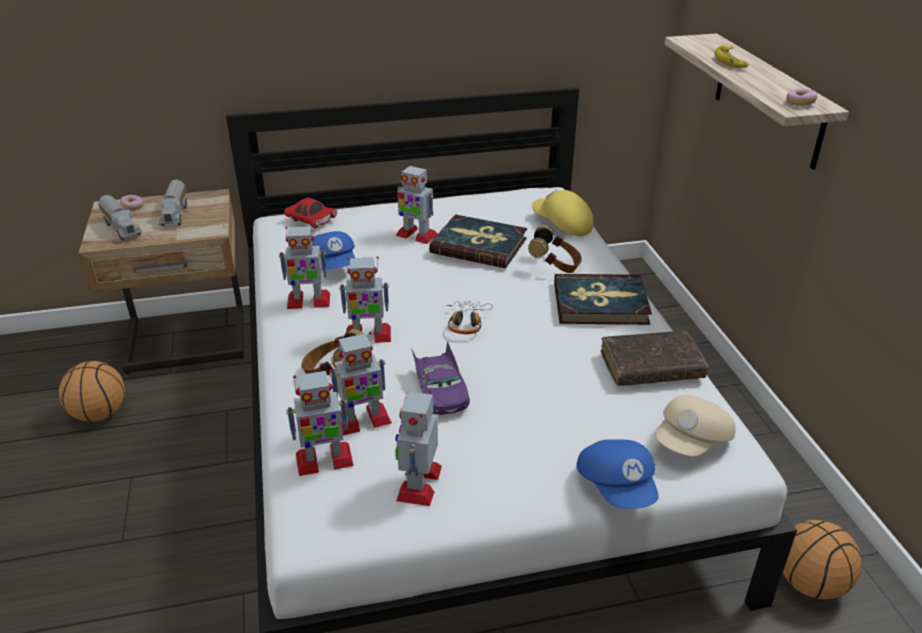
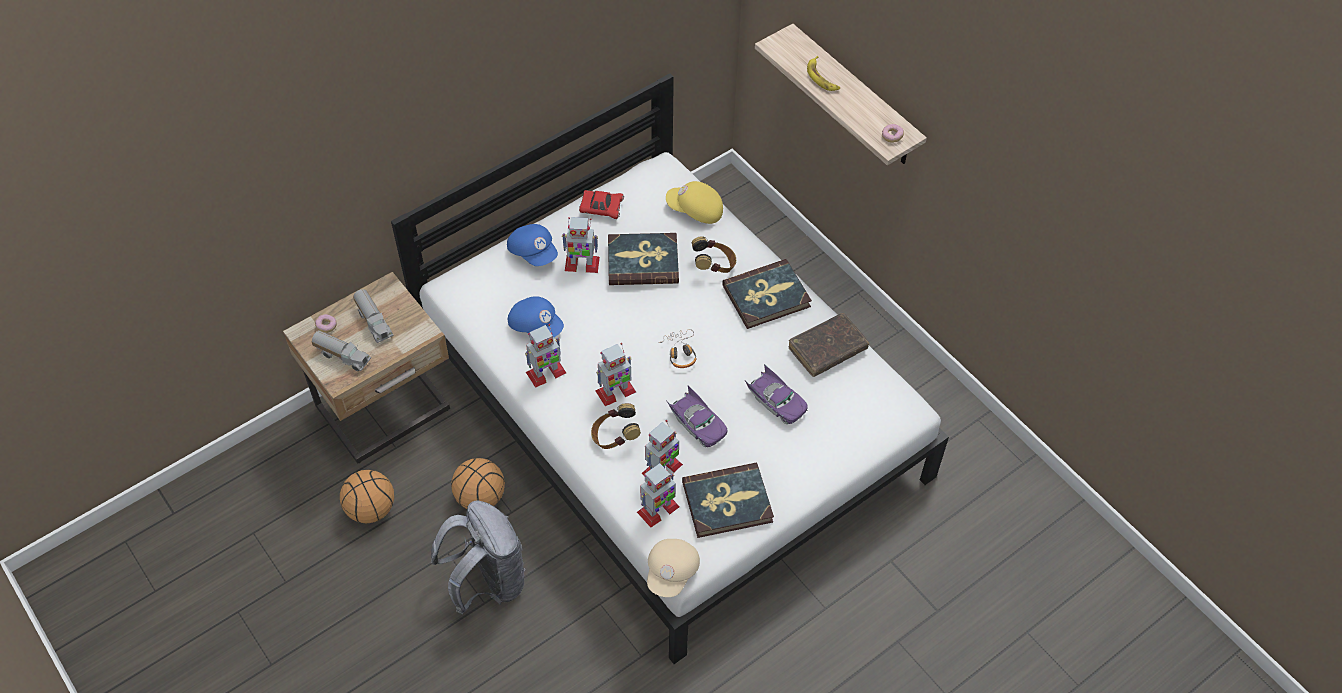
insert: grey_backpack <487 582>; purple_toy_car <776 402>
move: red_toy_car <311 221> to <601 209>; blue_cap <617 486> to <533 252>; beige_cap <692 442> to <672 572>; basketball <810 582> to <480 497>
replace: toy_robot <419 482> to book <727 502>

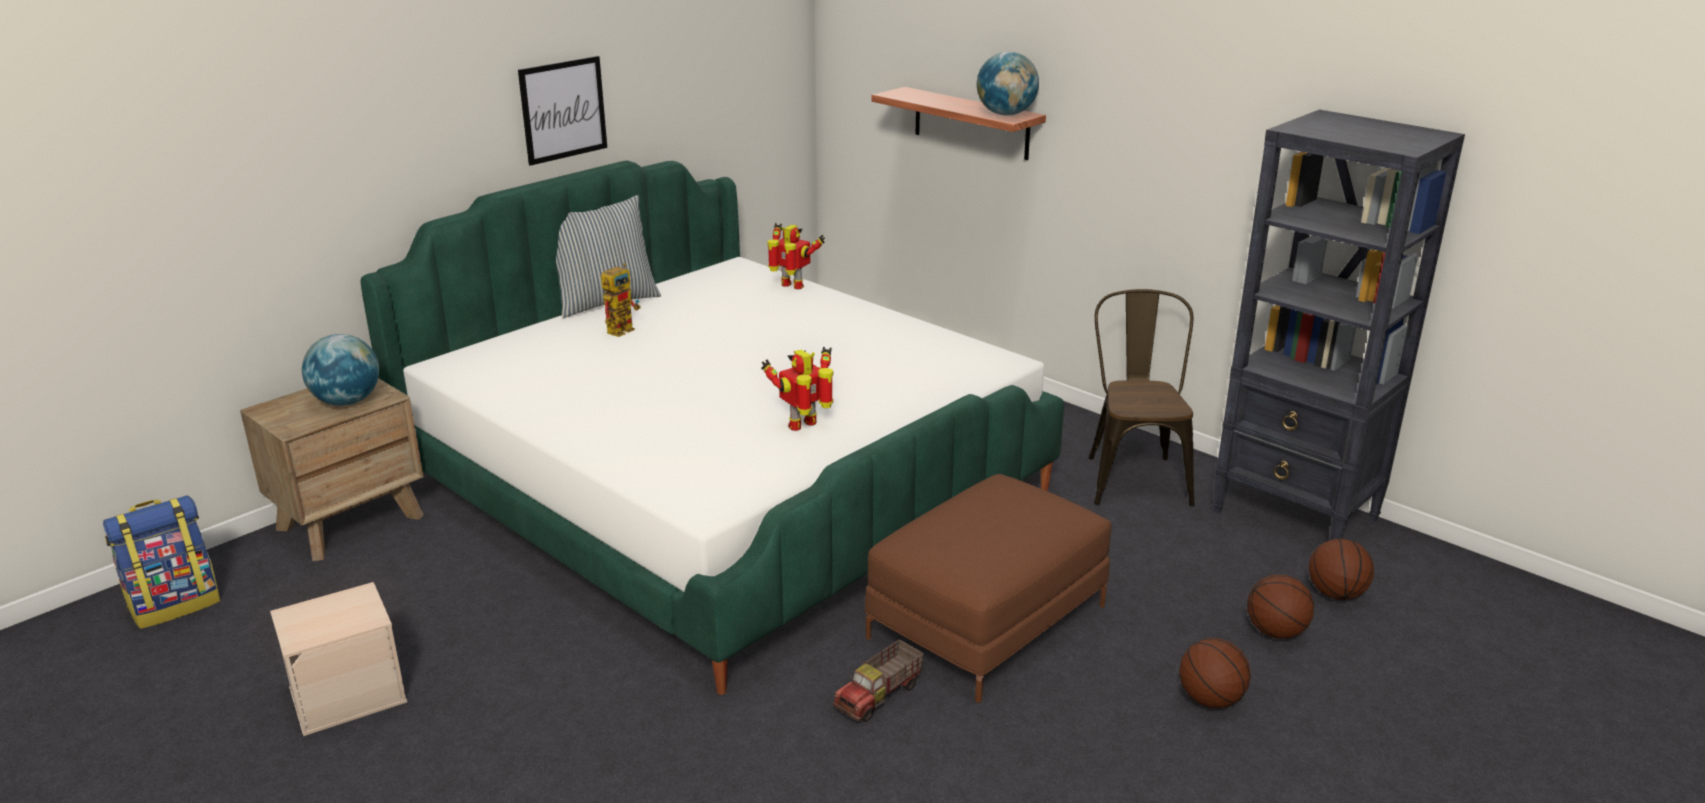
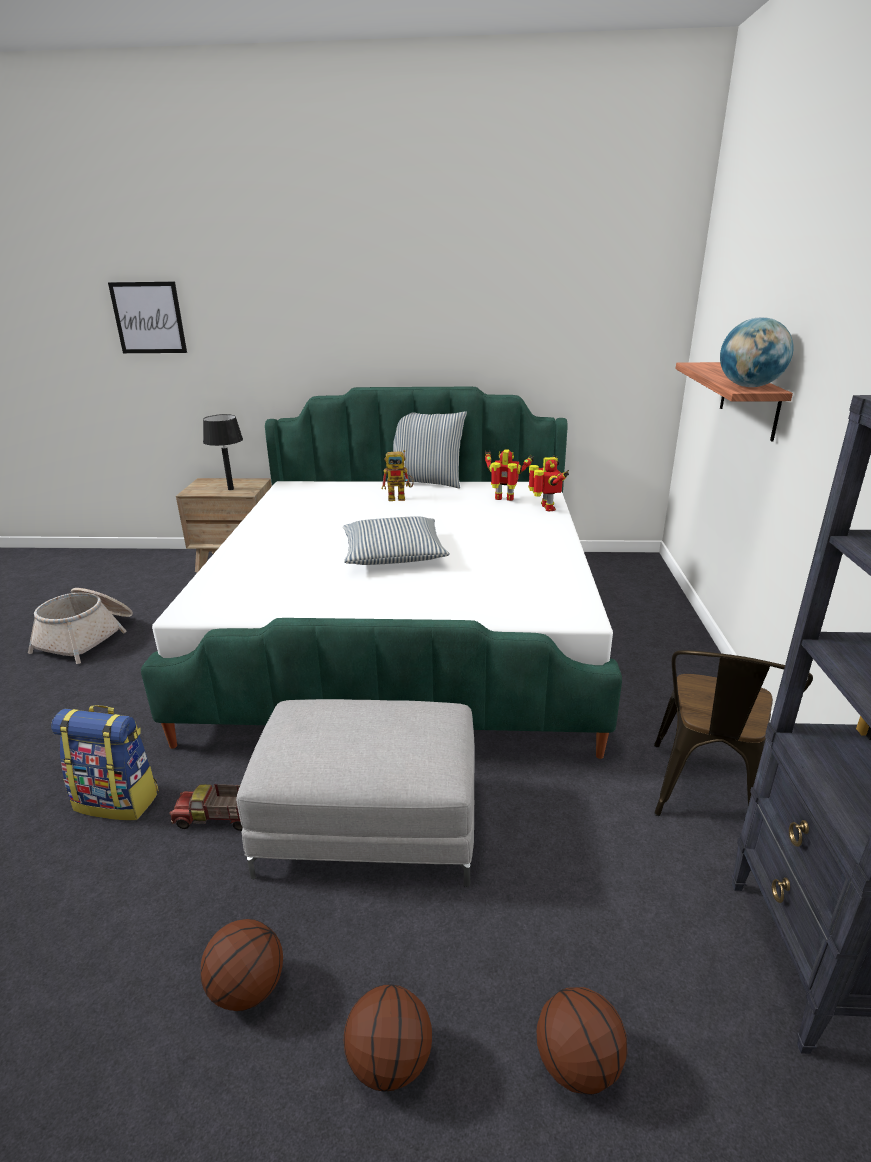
insert: pillow <393 554>
move: backpack <176 605> to <119 800>; picture <563 110> to <148 318>; toy_robot <804 425> to <504 499>; basketball <1336 594> to <247 988>
replace: beige_storage_box <349 694> to basket <88 637>; globe <347 402> to black_table_lamp <231 489>
recolor: brown_ottoman <986 621> to grey_ottoman <370 823>
rotate: brown_chair <1134 475> = <704 796> 150 degrees clockwise

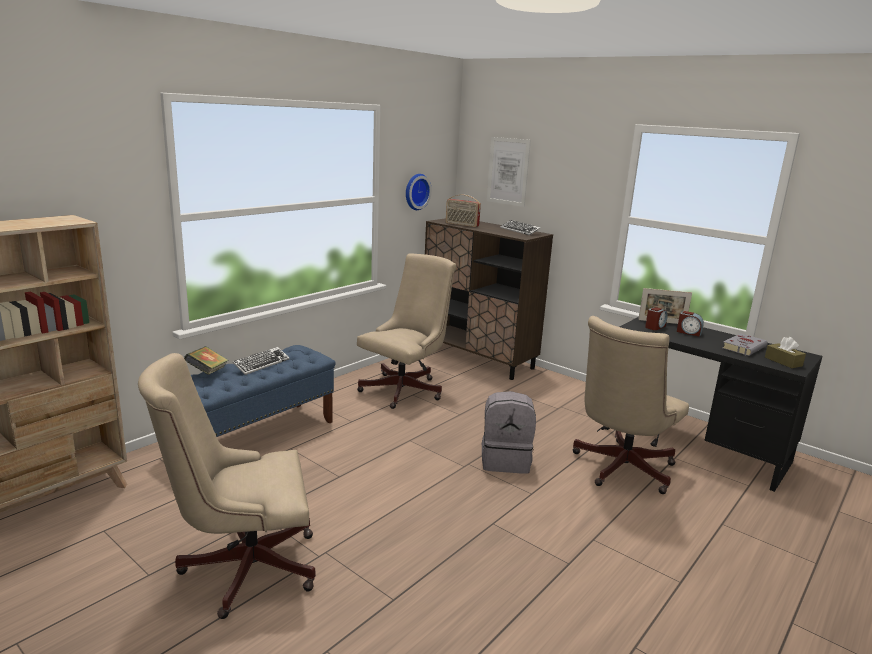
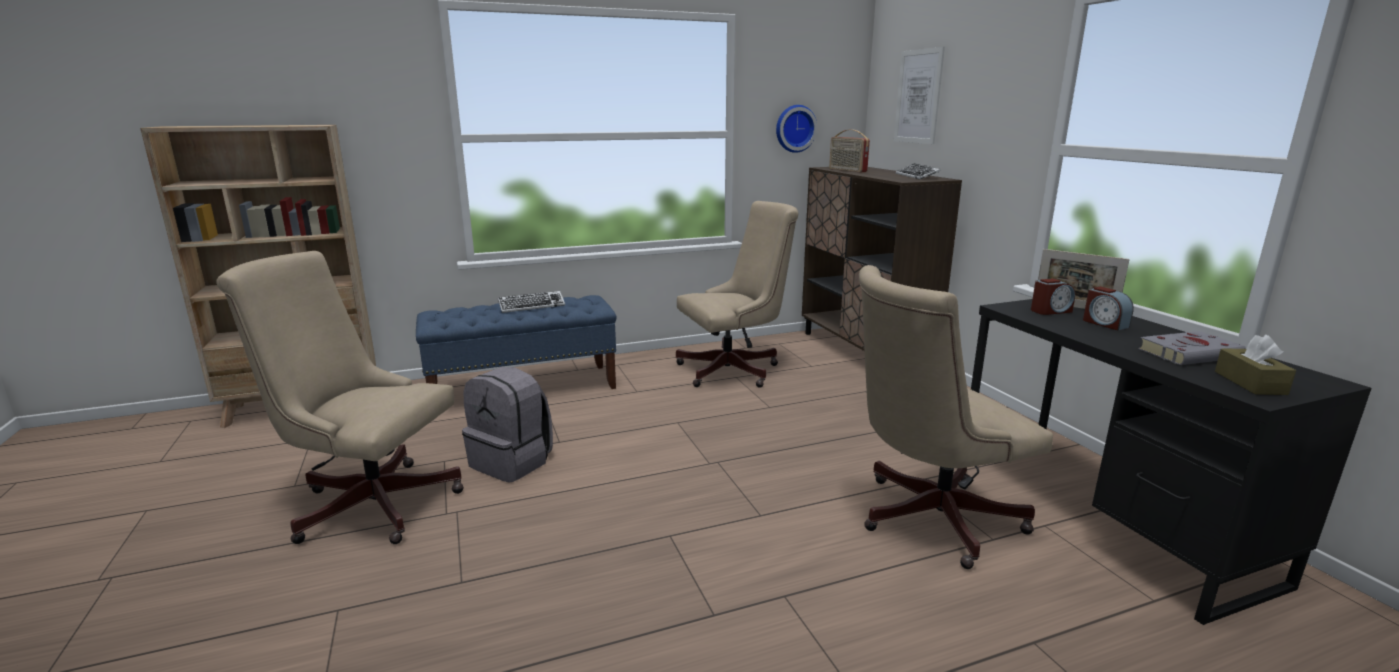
delete: book <207 372>
move: grey_backpack <505 460> to <512 462>

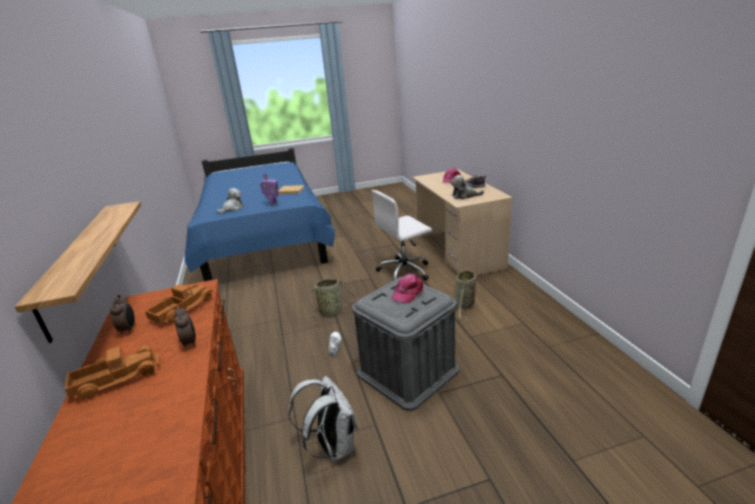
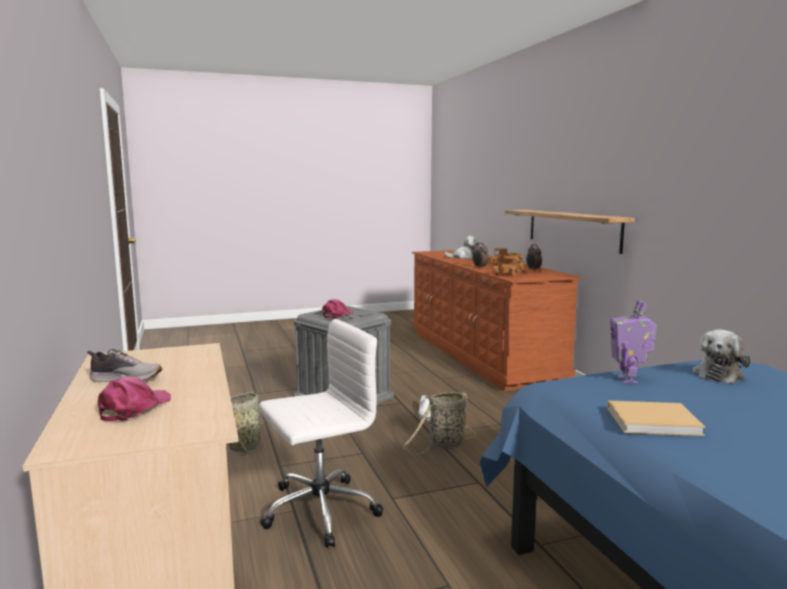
delete: white_backpack <332 446>
move: plush_toy <464 196> to <463 257>

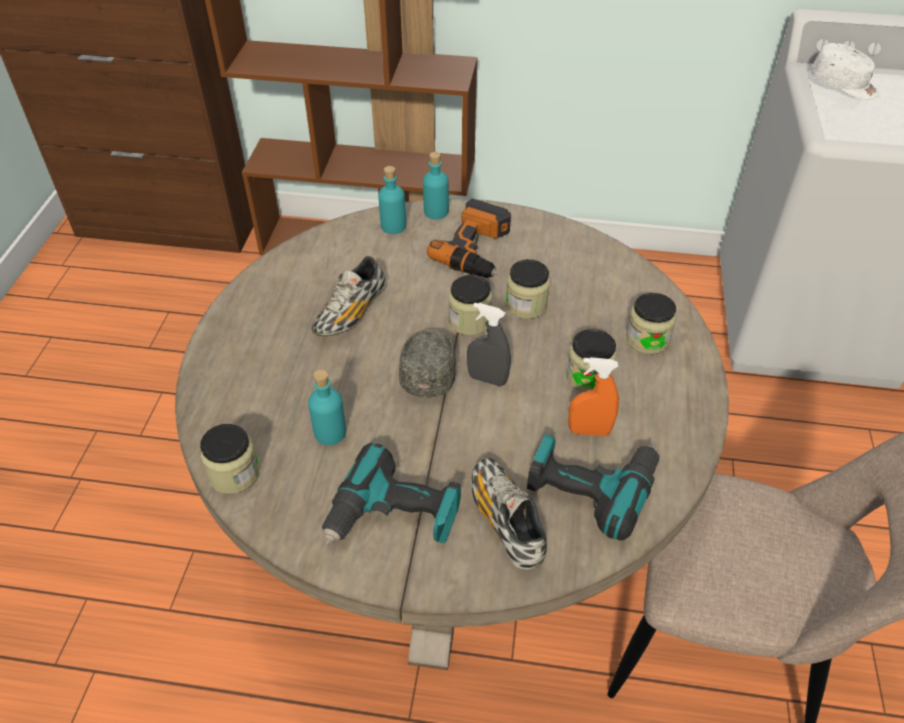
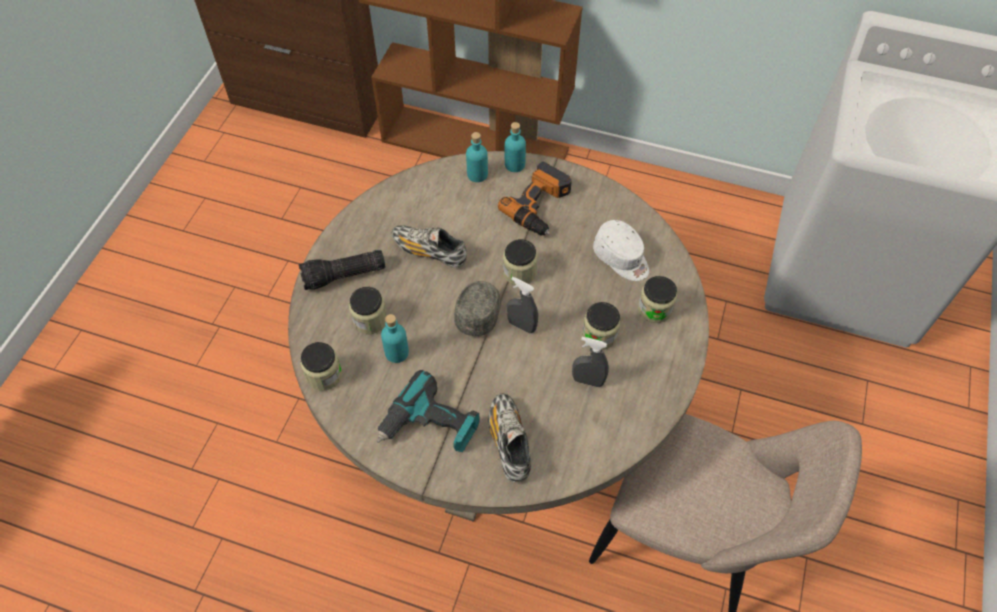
delete: power_drill <591 484>
insert: flashlight <343 276>
move: jar <526 305> to <370 320>; white_cap <843 85> to <621 258>
recolor: orange_spray_bottle <589 431> to grey_spray_bottle <588 381>
rotate: shoe <351 313> = <429 252> 75 degrees clockwise

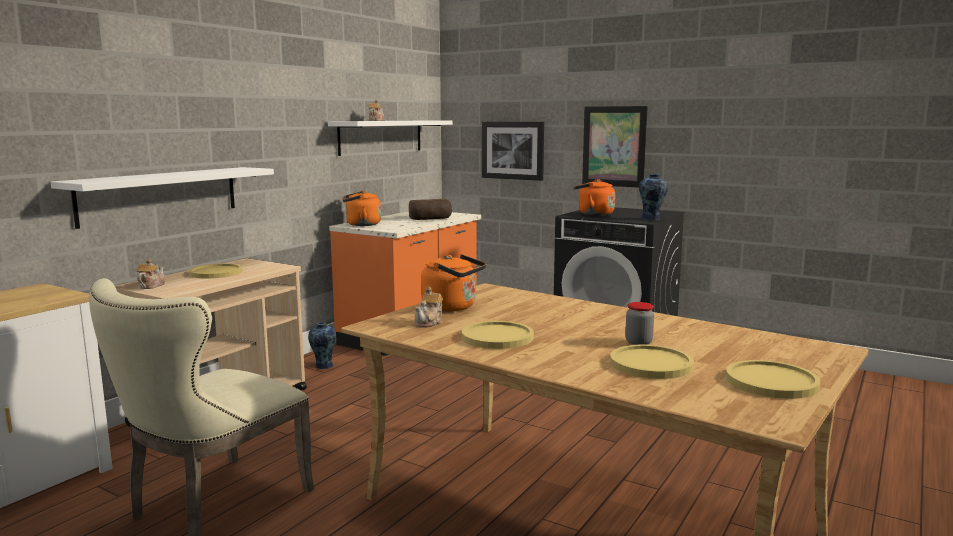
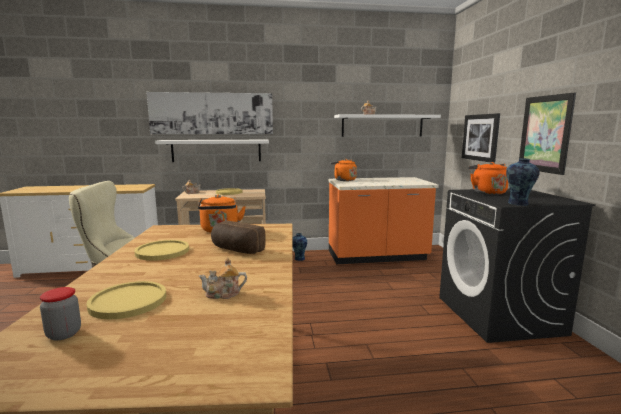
delete: yellow_plate <771 381>
insert: picture <212 113>
move: bread <430 219> to <236 250>; teapot <429 323> to <223 294>; jar <638 342> to <64 334>

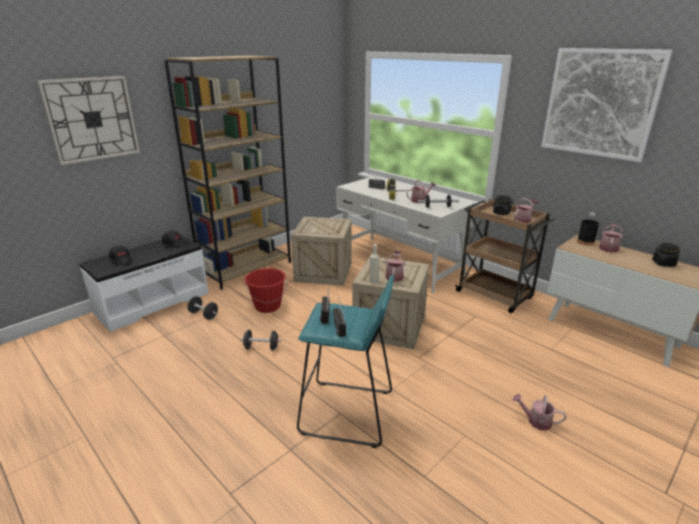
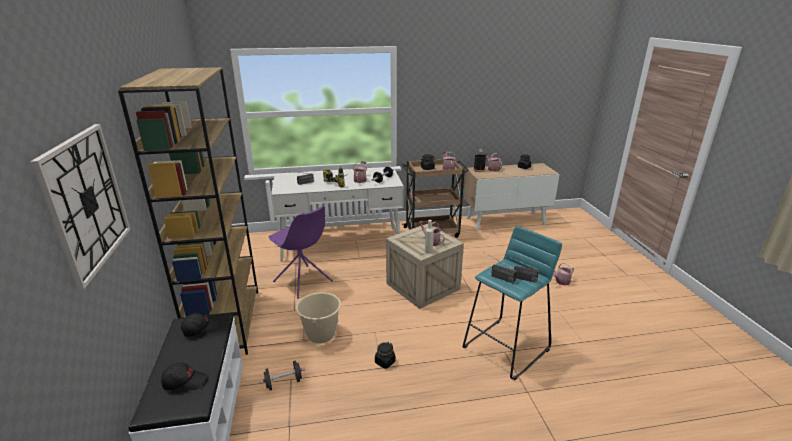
delete: picture <600 103>
replace: black_dumbbell <261 348> to black_jar <385 362>; crate <323 272> to purple_chair <303 282>
recolor: red_bucket <267 306> to beige_bucket <321 334>

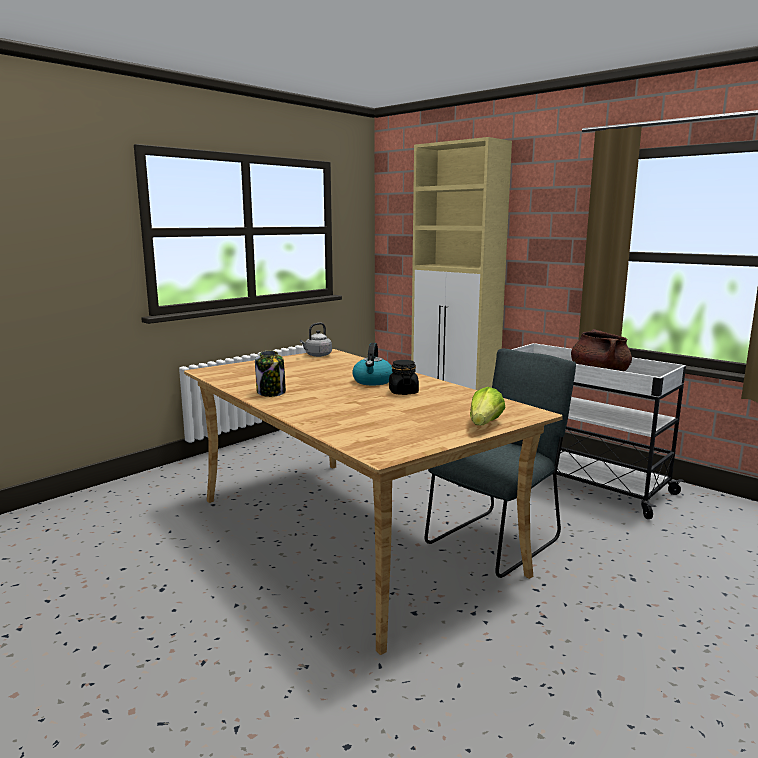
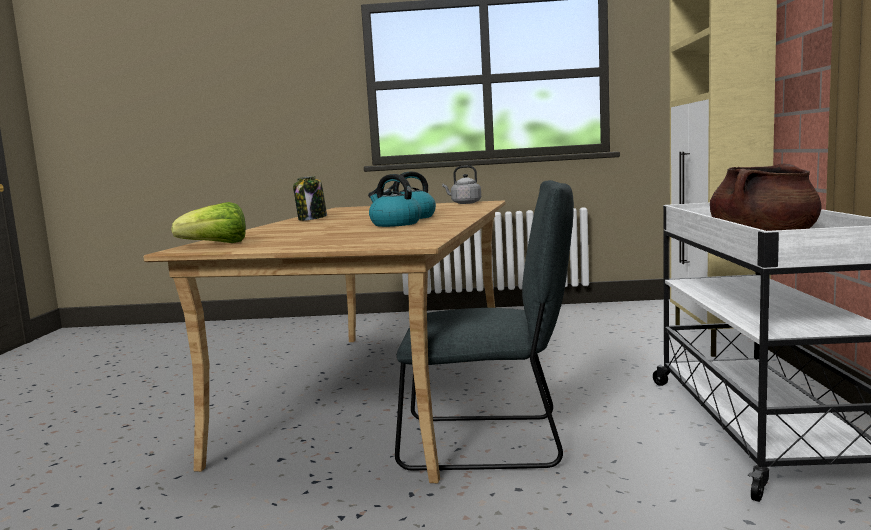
move: lettuce <484 425> to <216 244>
replace: black_jar <403 392> to kettle <394 224>

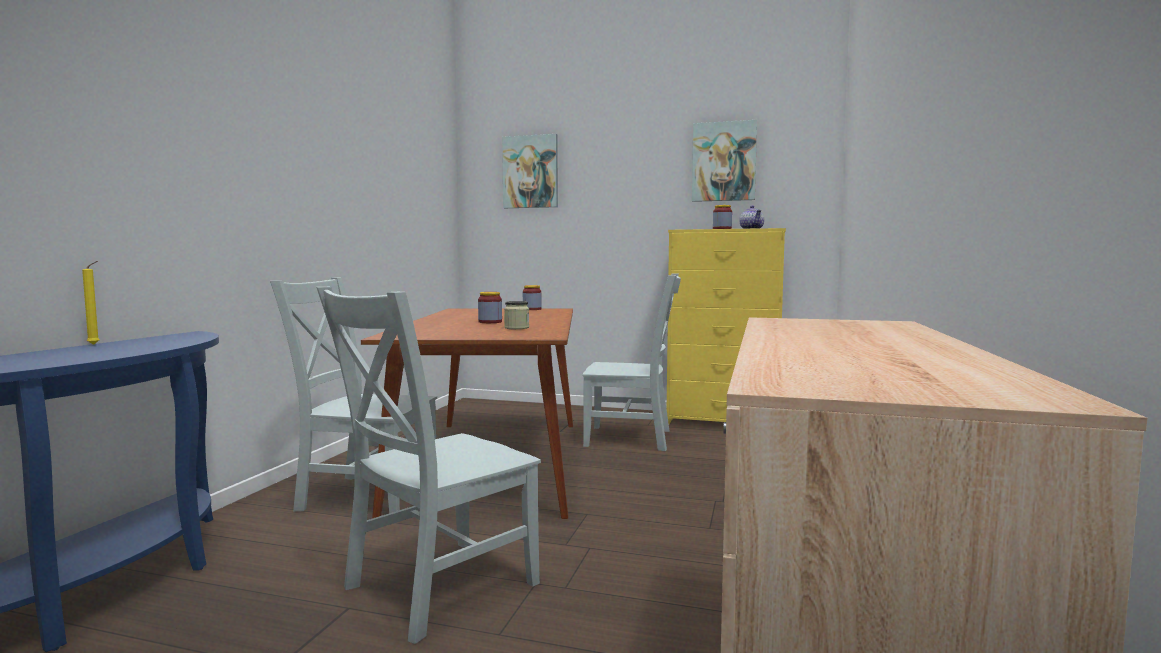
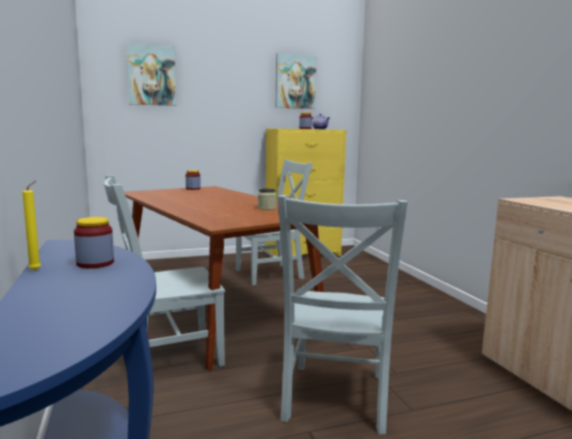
move: jar <490 322> to <95 263>

